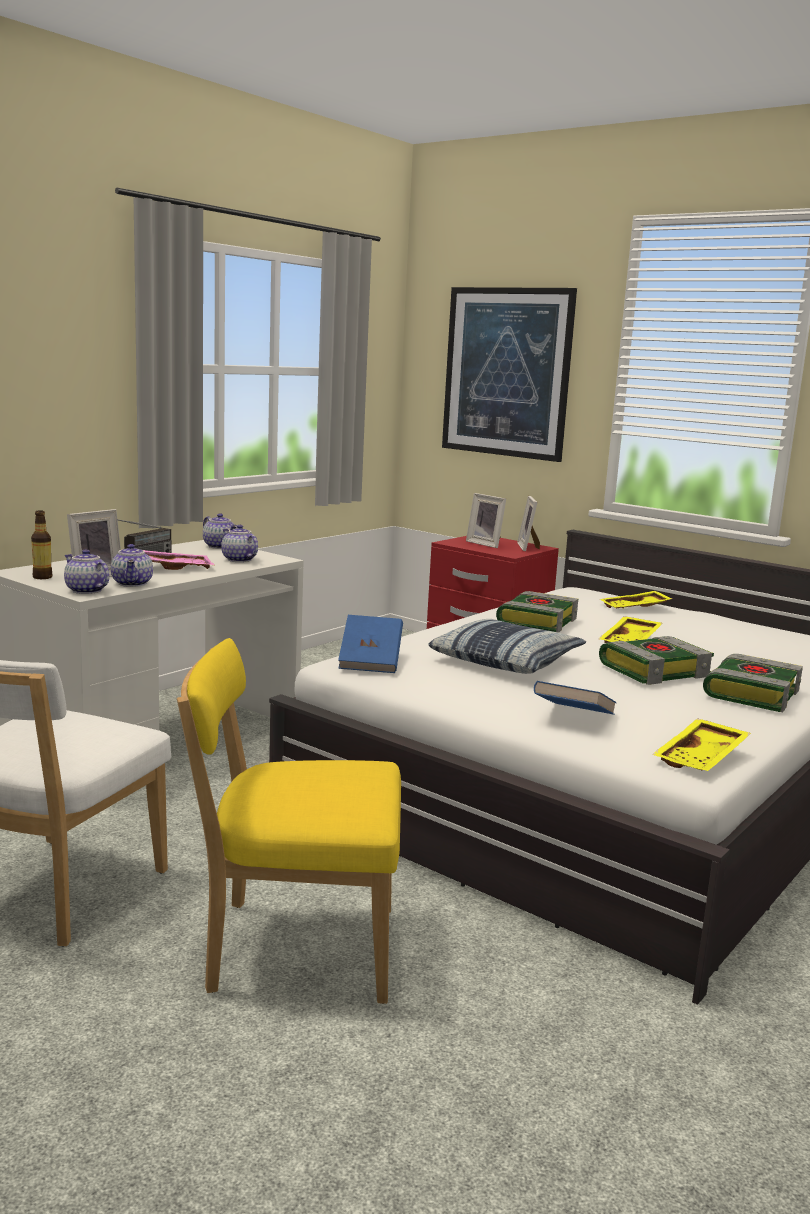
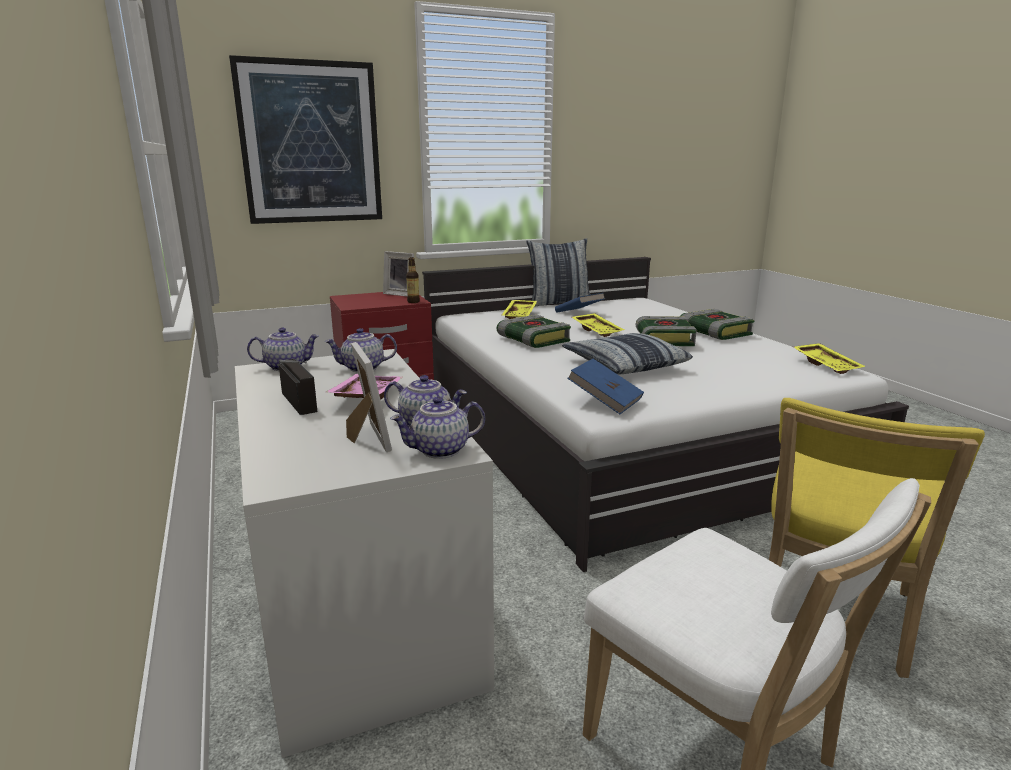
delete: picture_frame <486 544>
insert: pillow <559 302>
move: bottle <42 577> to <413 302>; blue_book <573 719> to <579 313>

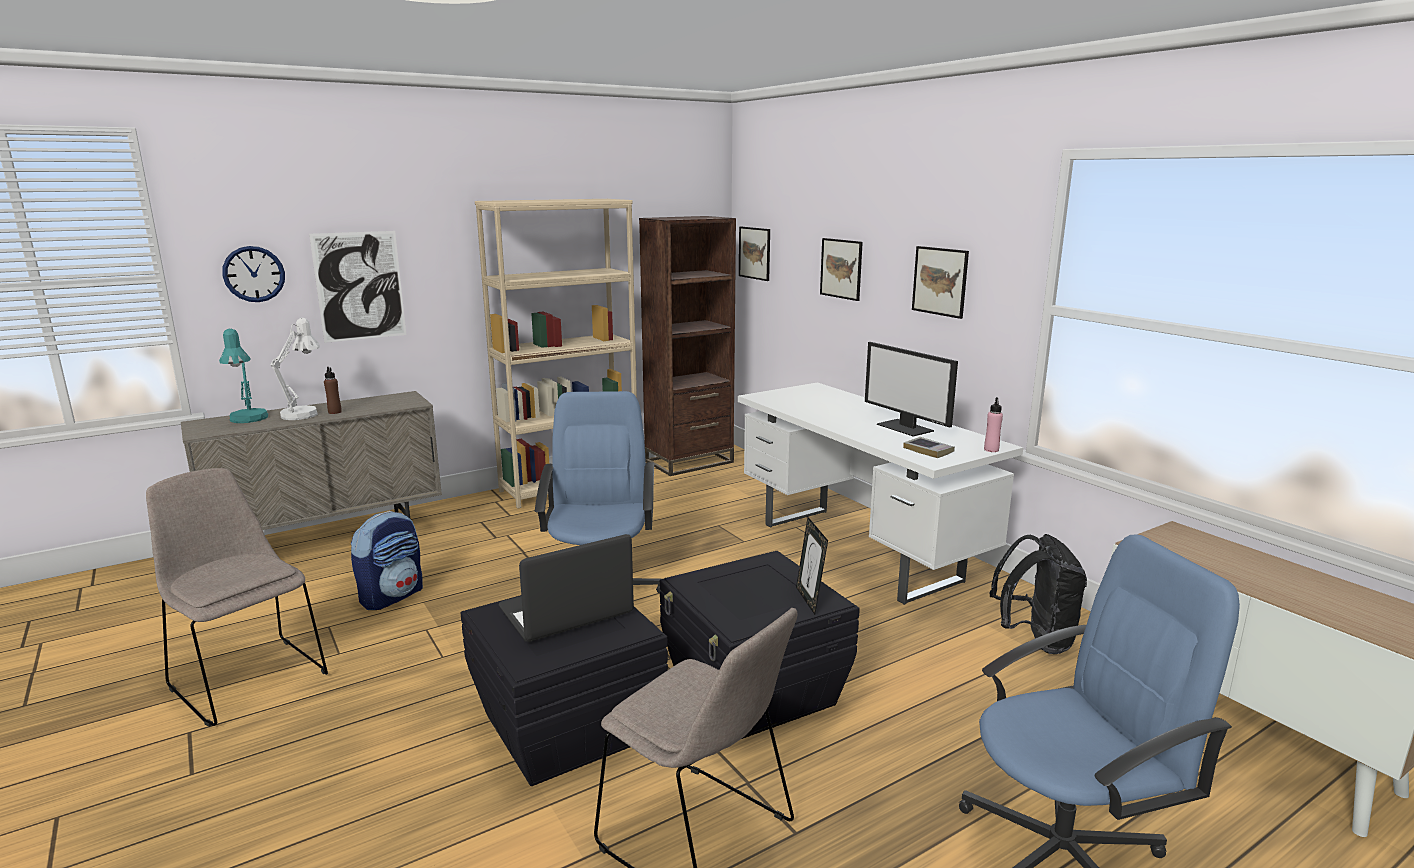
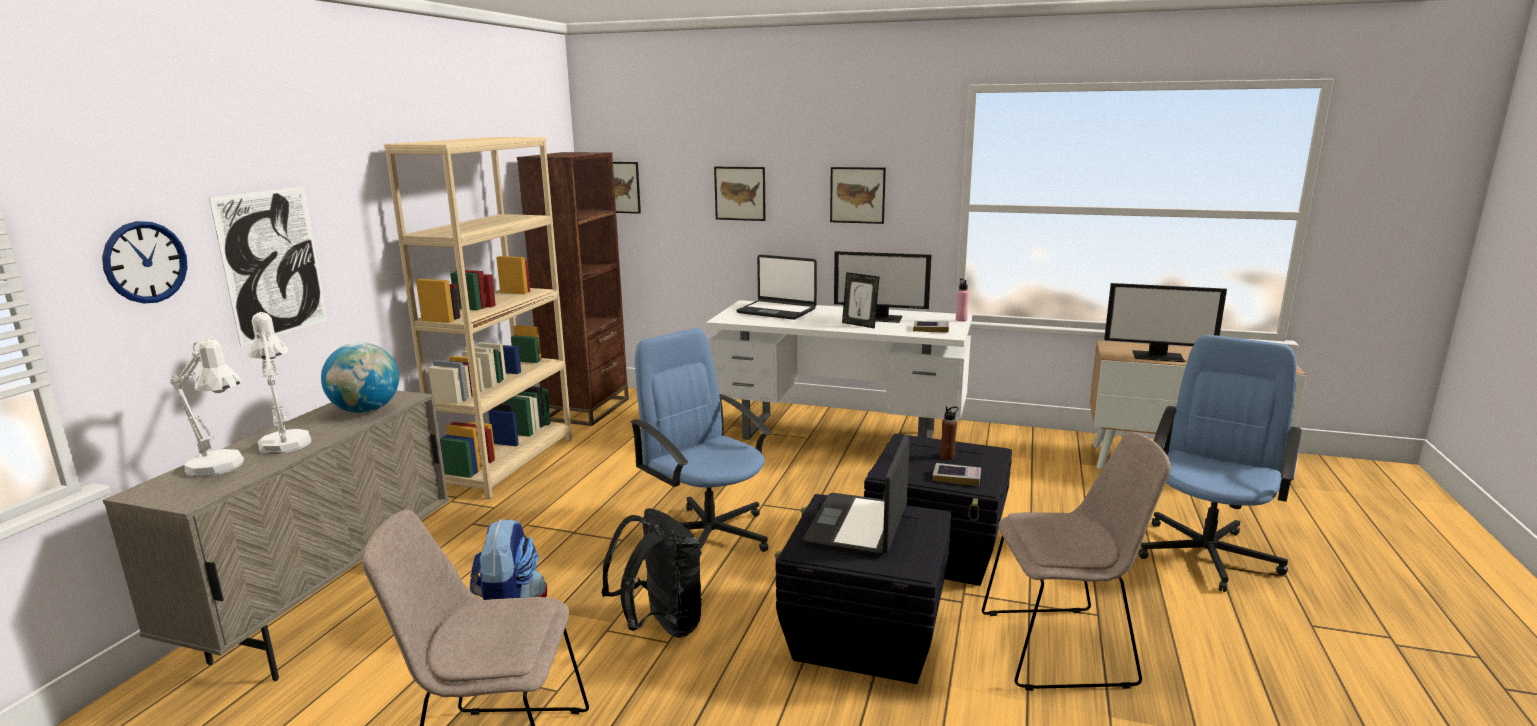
insert: globe <366 410>; laptop <777 311>; book <956 477>; monitor <1158 356>
move: brown_bottle <335 412> to <947 457>; picture_frame <809 600> to <859 325>; black_backpack <1035 639> to <660 625>
recolor: turquoise_table_lamp <248 420> to white_table_lamp <222 468>

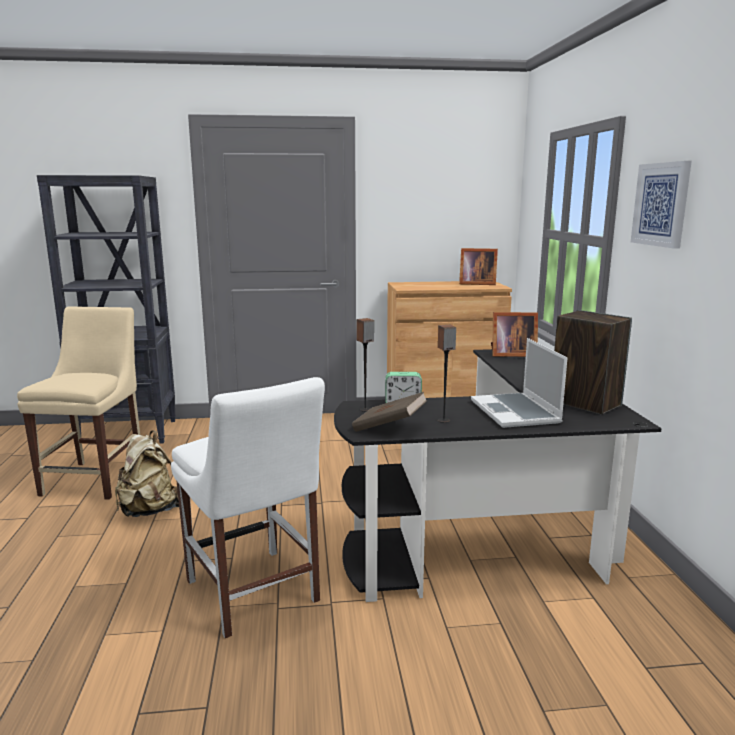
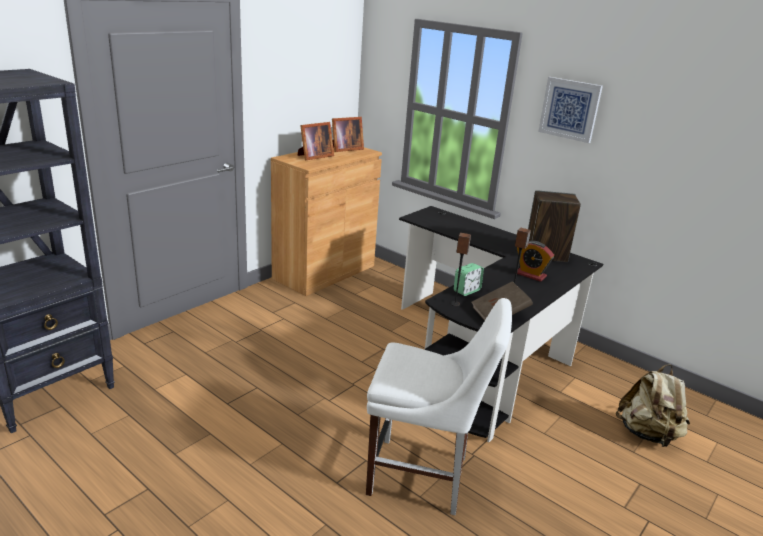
delete: beige_chair <97 478>
move: beige_backpack <150 510> to <647 434>; picture_frame <511 354> to <314 156>
replace: laptop <516 412> to alarm_clock <530 275>

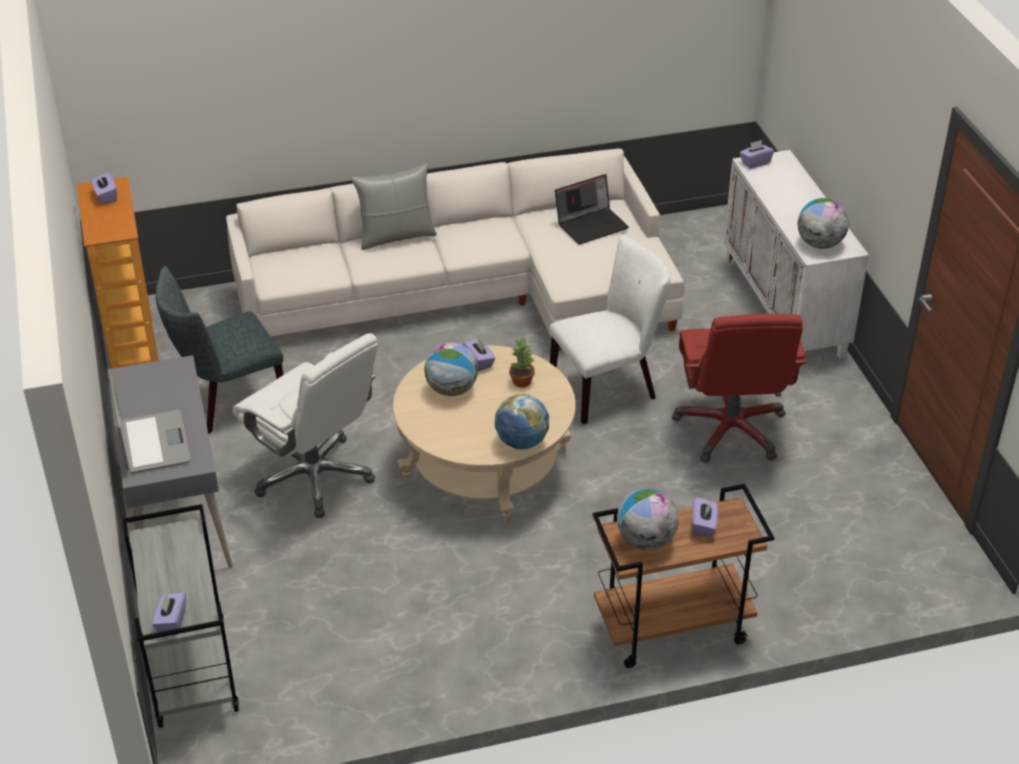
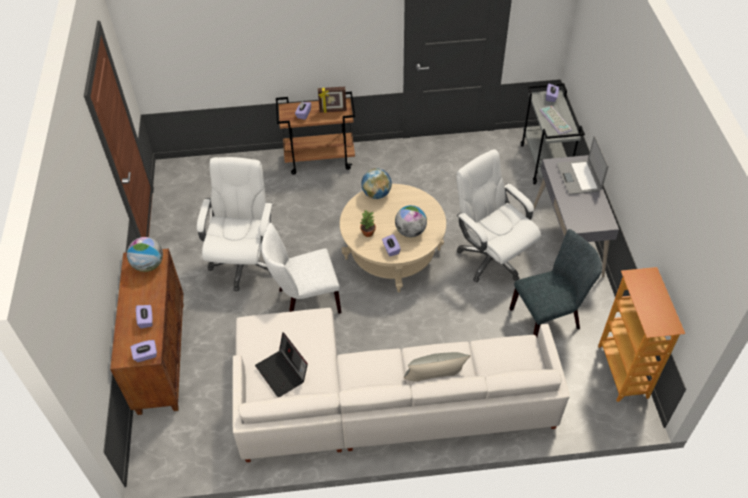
insert: keyboard <556 120>
move: purple_tissue_box <105 196> to <146 320>
replace: globe <645 540> to picture_frame <333 110>
recolor: red_office_chair <731 429> to white_office_chair <243 262>; white_cabinet <785 308> to brown_cabinet <161 356>
rotate: laptop <591 224> = <283 373> 105 degrees counterclockwise

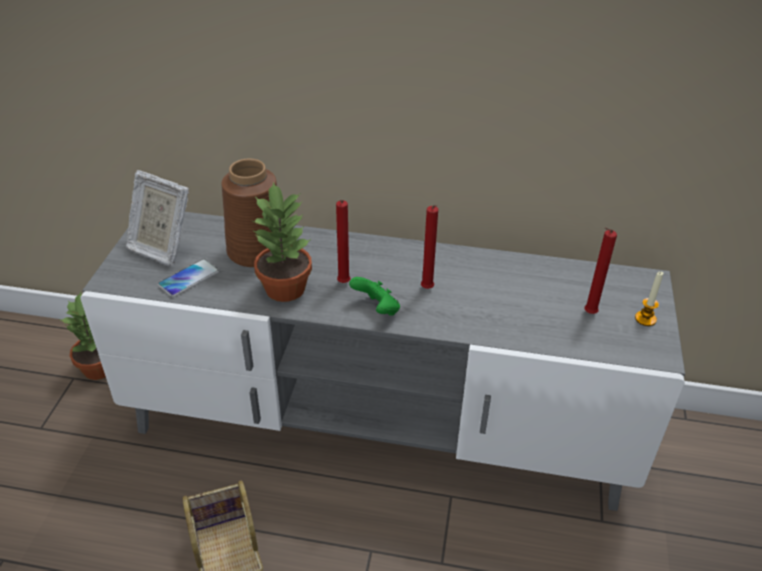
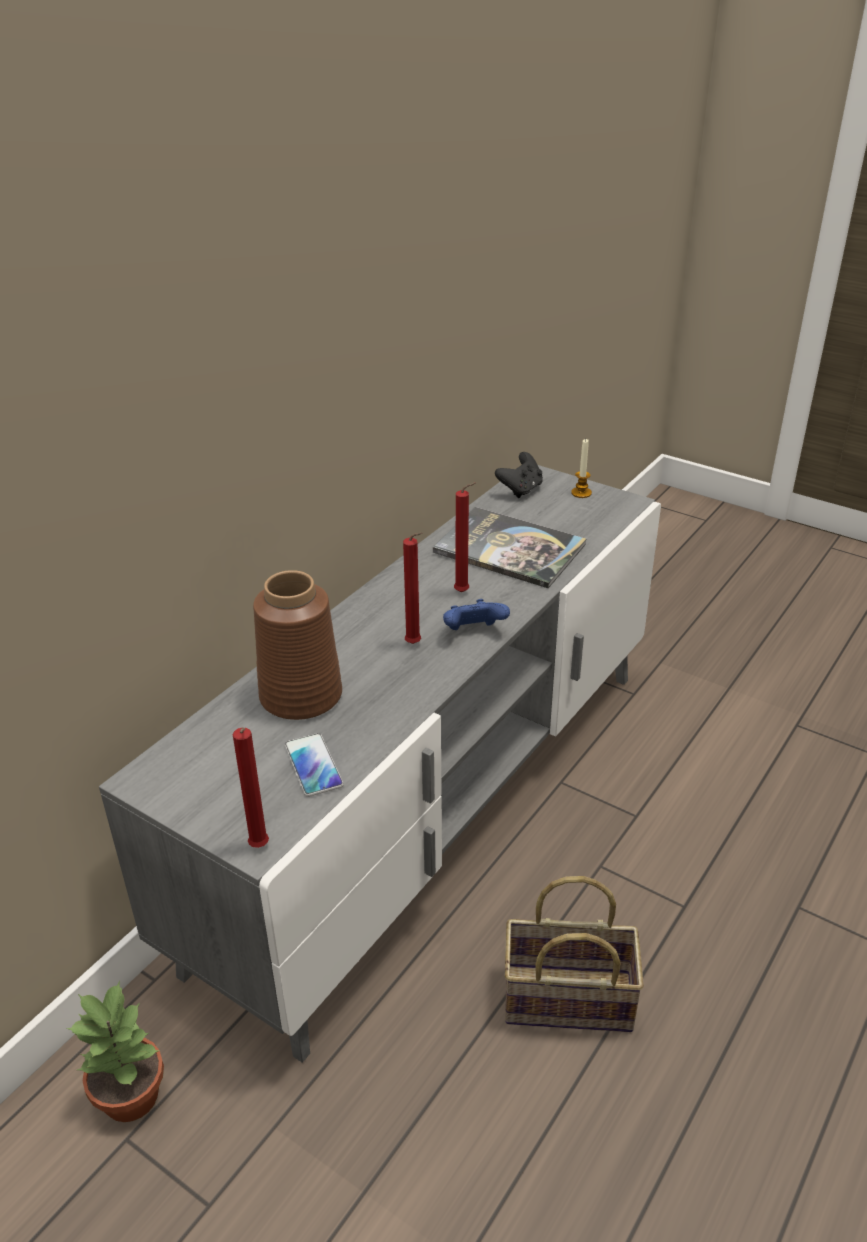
delete: picture_frame <161 248>; potted_plant <286 288>
insert: book <509 549>; black_game_controller <520 490>
move: red_candle <588 314> to <259 848>
recolor: green_game_controller <377 309> to blue_game_controller <473 632>

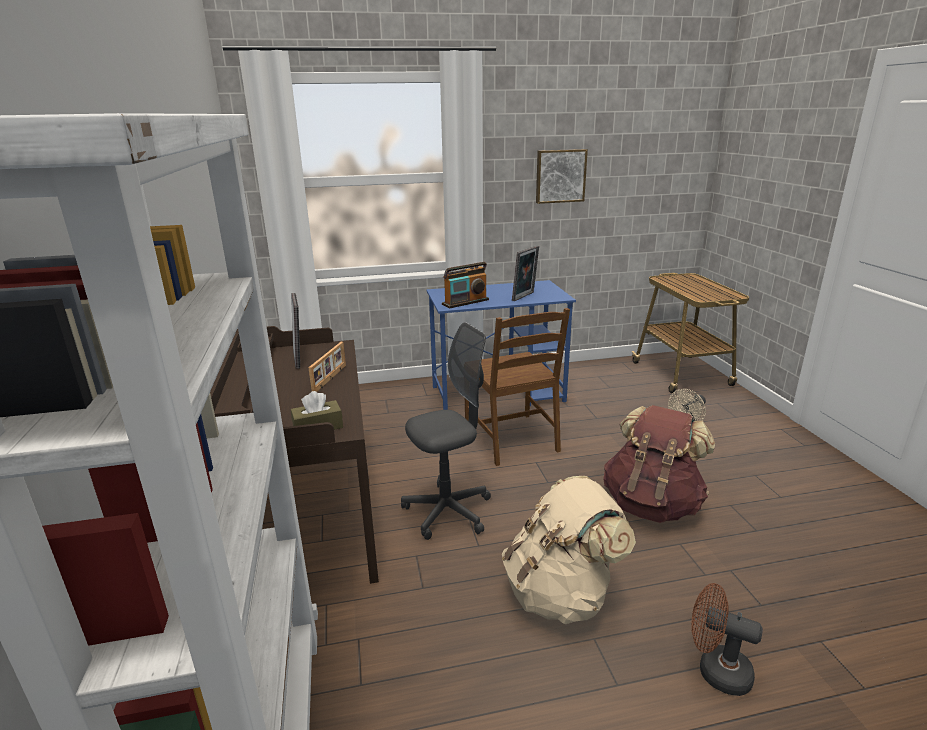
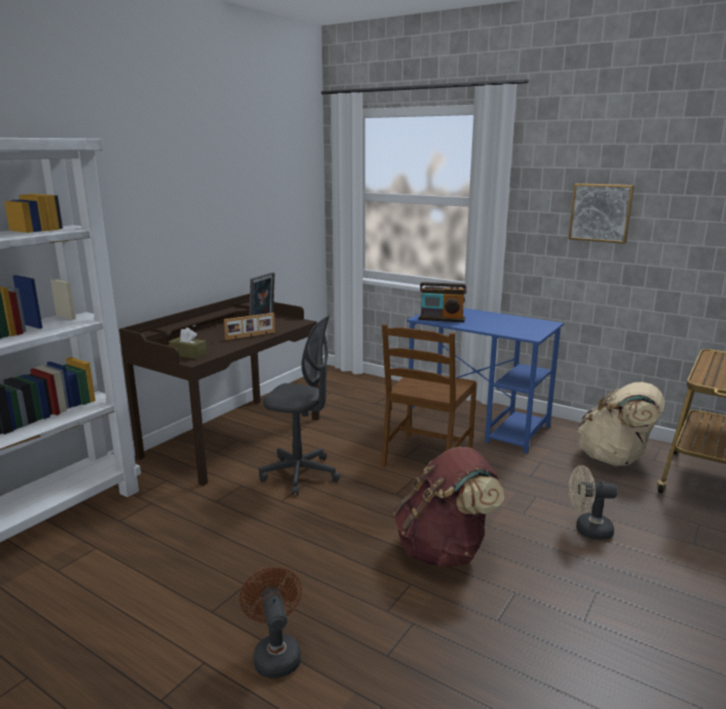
delete: picture_frame <525 297>
move: beige_backpack <561 593> to <615 459>

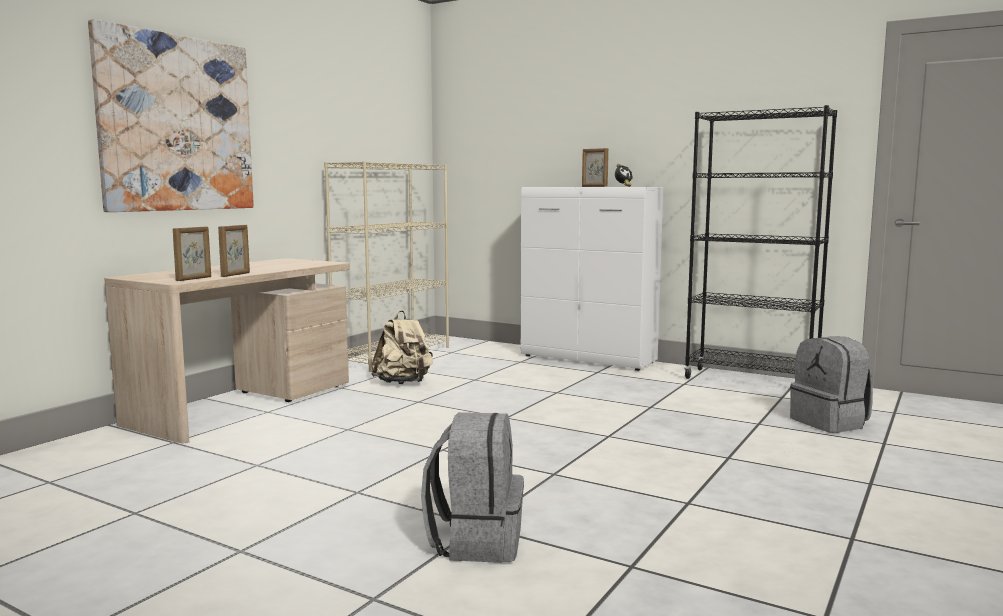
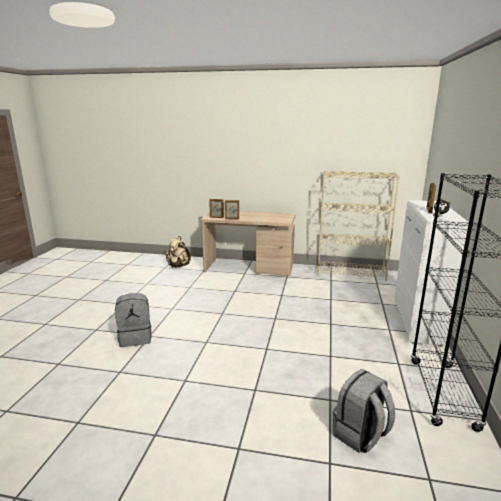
delete: picture <177 124>
move: beige_backpack <403 383> to <178 266>

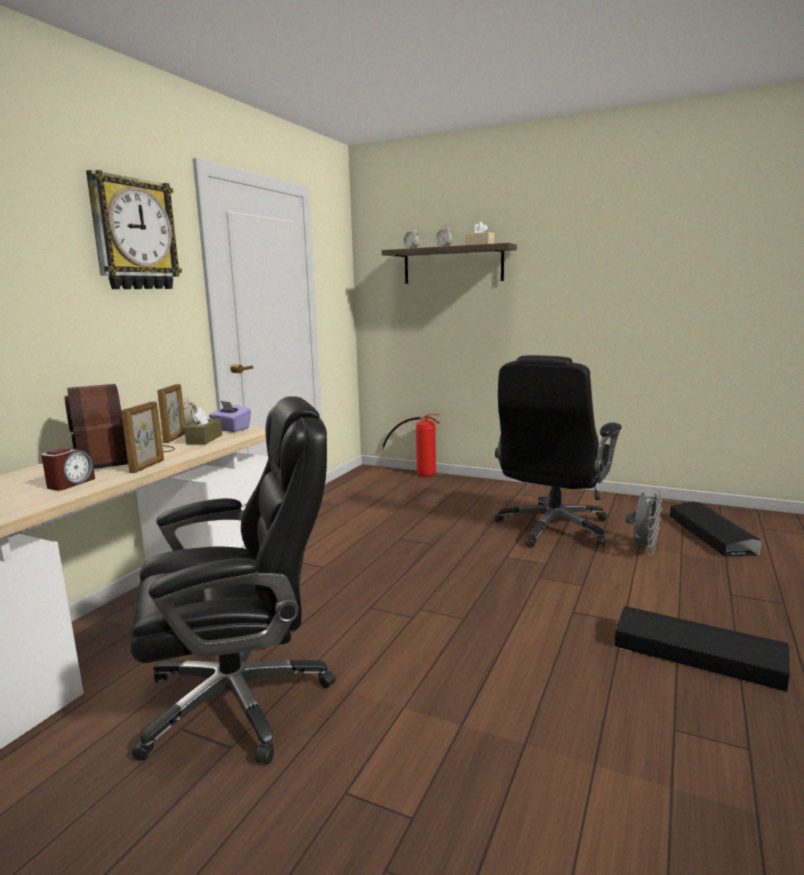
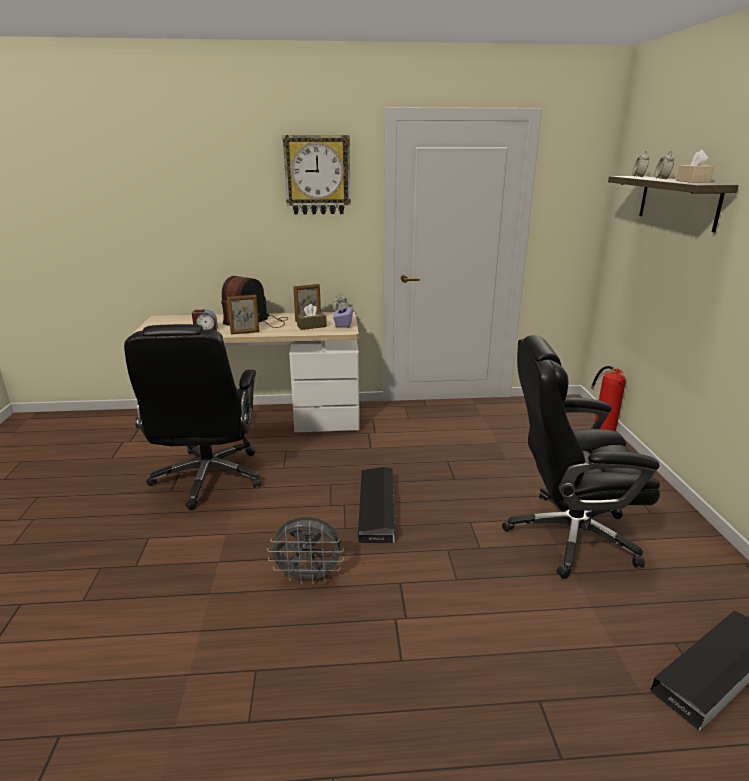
move: black_storage_box <696 655> to <377 509>; grey_fan <643 550> to <309 577>
rotate: black_office_chair <241 699> = <208 478> 45 degrees clockwise

